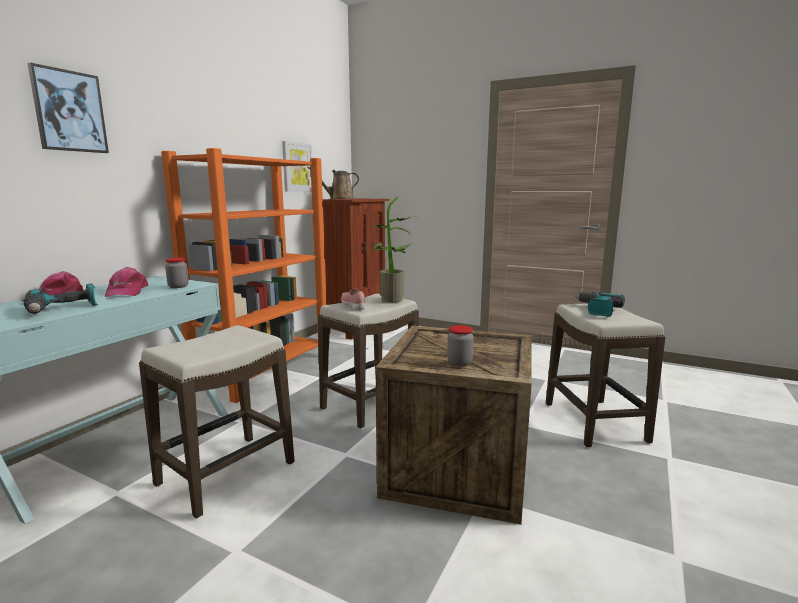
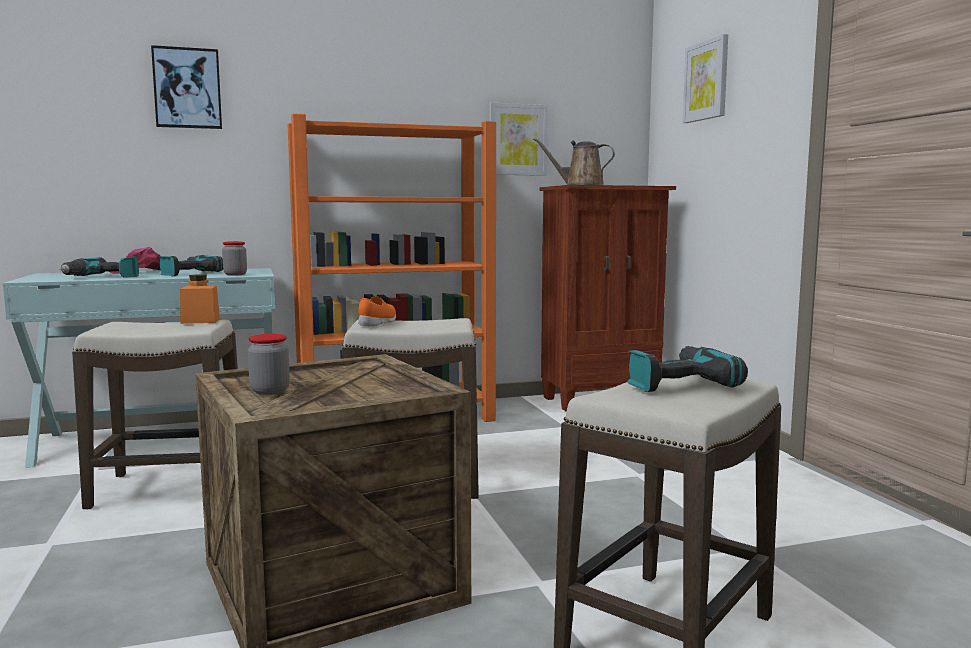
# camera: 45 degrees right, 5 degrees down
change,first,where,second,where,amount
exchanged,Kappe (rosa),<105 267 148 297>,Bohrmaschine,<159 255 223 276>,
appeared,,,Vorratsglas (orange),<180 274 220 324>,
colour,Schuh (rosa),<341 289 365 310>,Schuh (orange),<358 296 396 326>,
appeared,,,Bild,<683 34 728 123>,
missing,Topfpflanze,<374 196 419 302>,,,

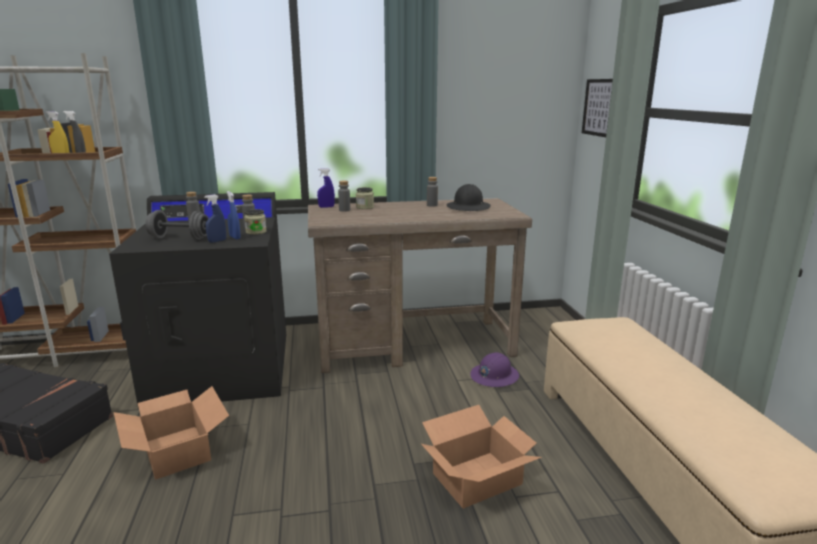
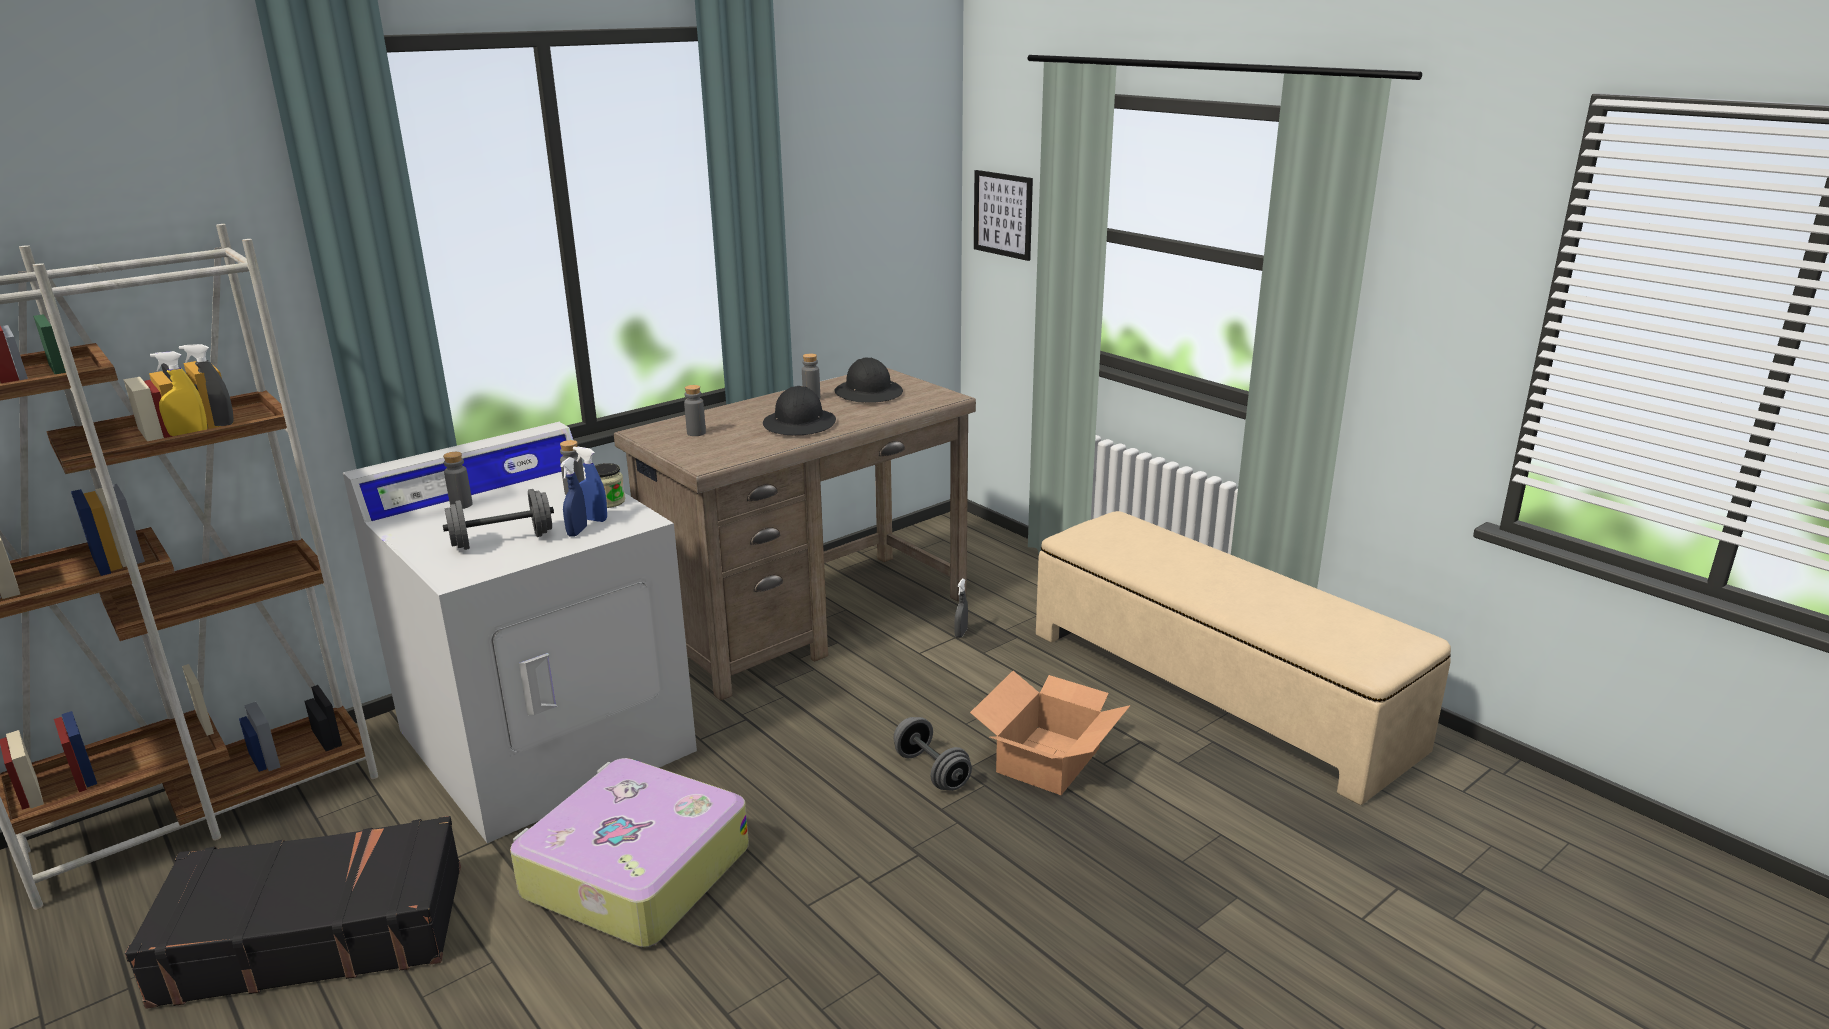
# camera: 30 degrees left, 5 degrees up
change,first,where,second,where,amount
colour,Waschmaschine (schwarz),<109 192 286 409>,Waschmaschine (weiß),<343 422 697 843>,
exchanged,Karton,<113 386 229 480>,Koffer,<510 758 749 947>,
appeared,,,Schutzhelm (schwarz),<763 386 836 435>,
appeared,,,Hantel (grau),<894 717 972 791>,
exchanged,Schutzhelm (lila),<471 352 519 387>,Sprühflasche (grau),<954 579 968 638>,
missing,Sprühflasche (blau),<317 168 335 208>,,,
missing,Vorratsglas,<356 187 374 209>,,,

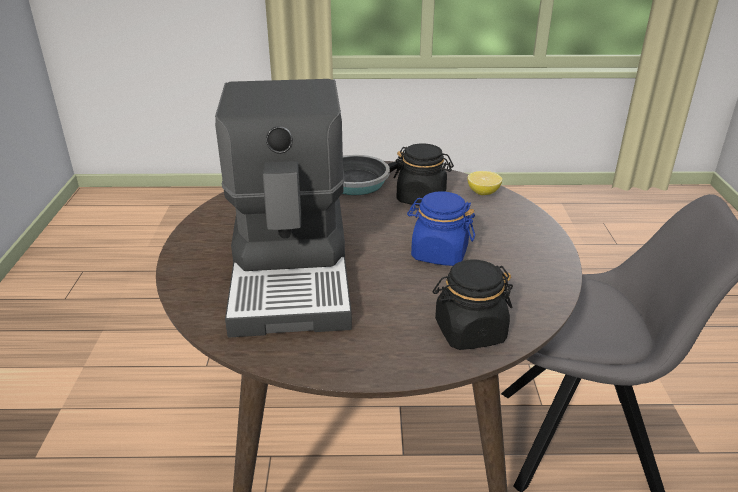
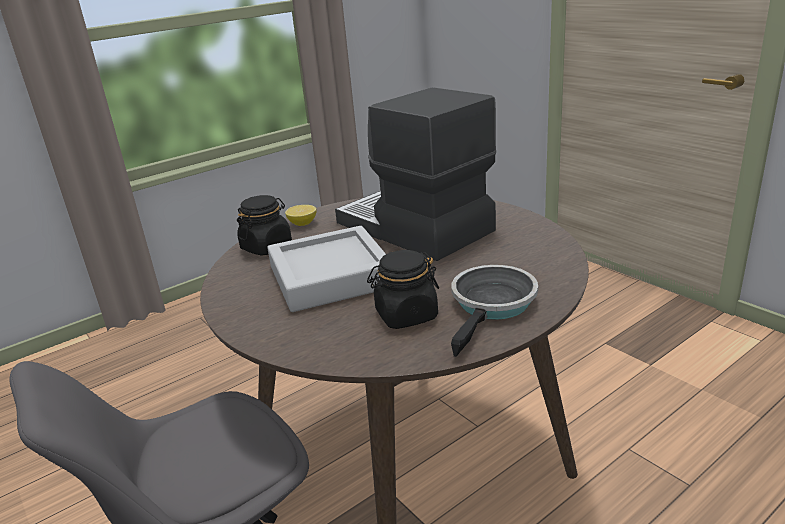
# camera: 145 degrees right, 5 degrees down
change,first,where,second,where,amount
exchanged,Vorratsglas (blau),<407 191 475 266>,Tablett (grau),<267 226 386 312>,
relocated,Zitrone,<468 171 502 195>,,<285 205 317 226>,

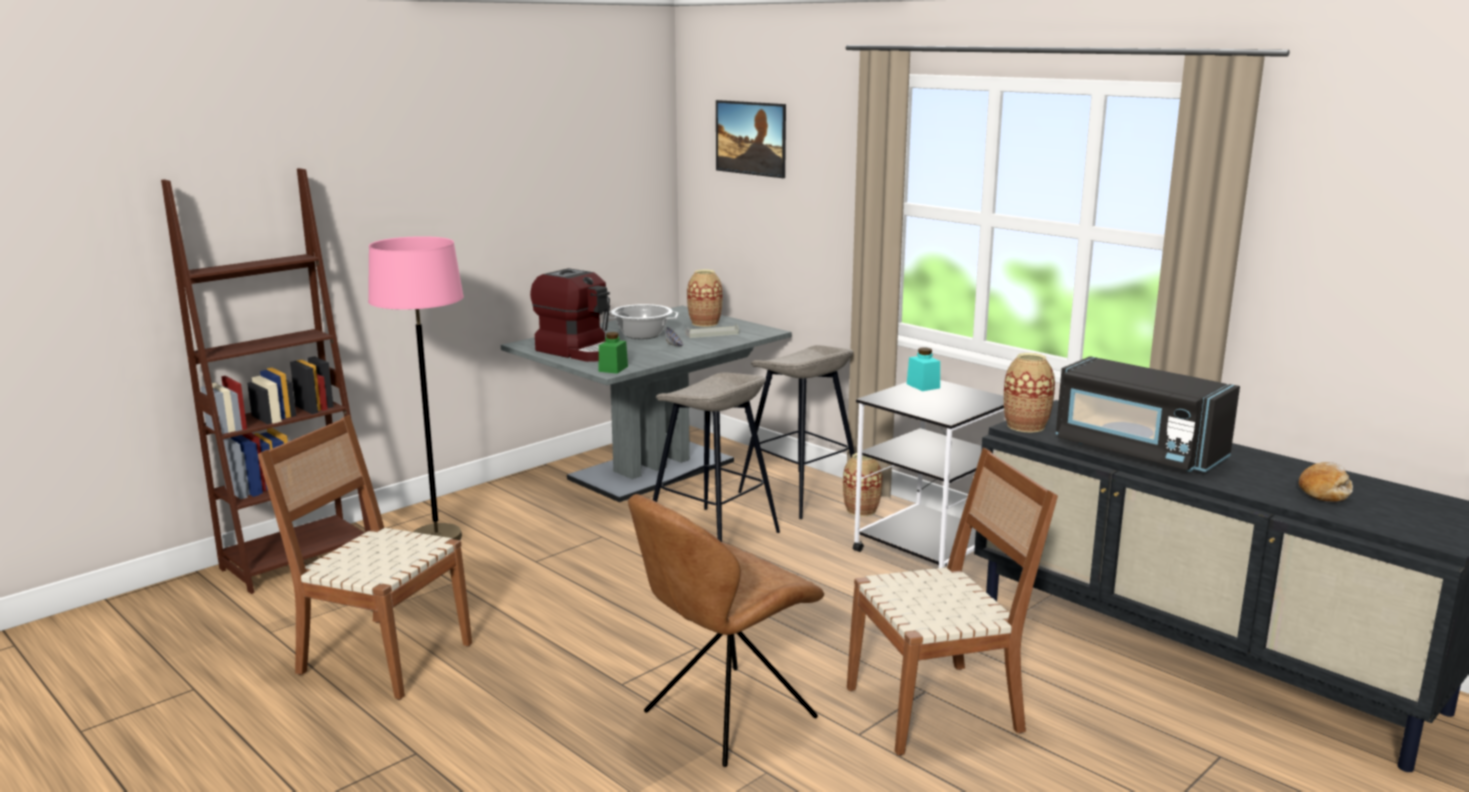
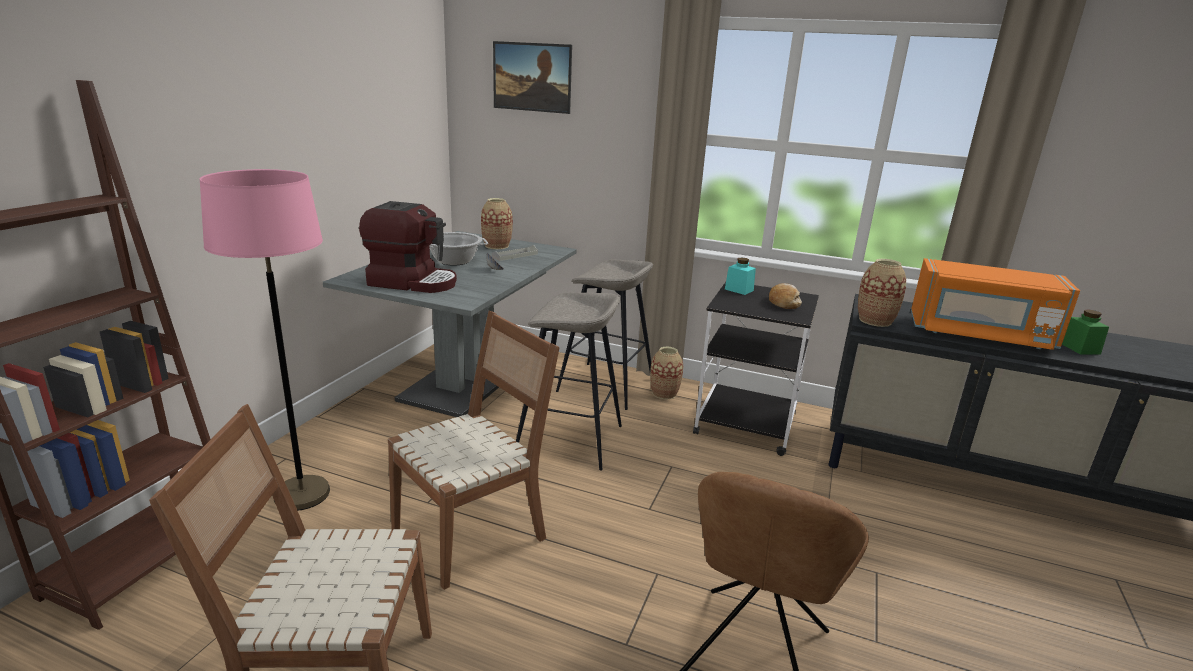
# camera: 25 degrees left, 5 degrees up
change,first,where,second,where,amount
relocated,Stuhl,<847 447 1058 756>,,<388 311 559 590>,
relocated,Brot,<1299 462 1353 502>,,<769 283 802 309>,
colour,Mikrowelle (schwarz),<1056 356 1240 472>,Mikrowelle (orange),<911 258 1080 350>,
relocated,Vorratsglas (grün),<599 332 628 374>,,<1062 309 1109 355>,

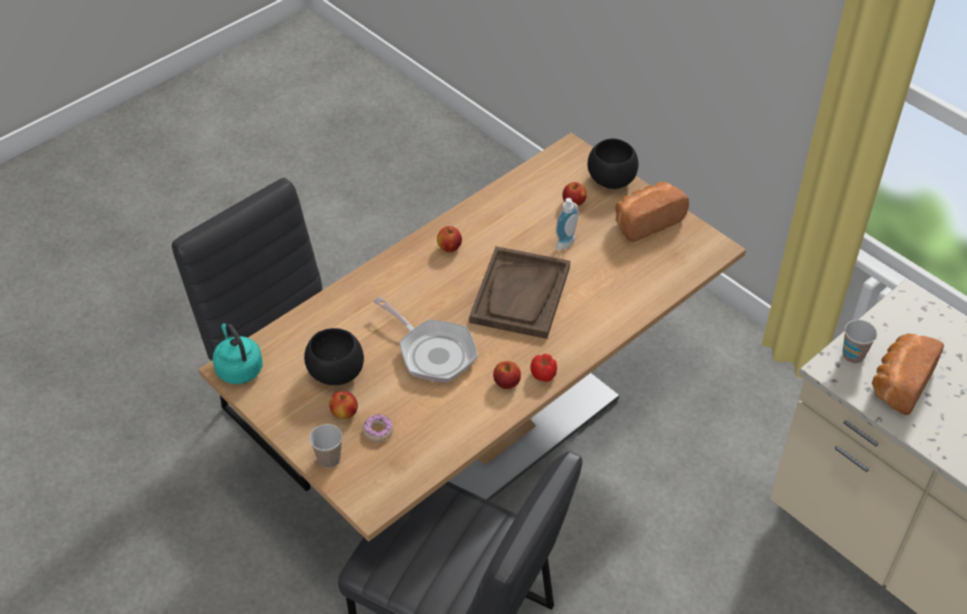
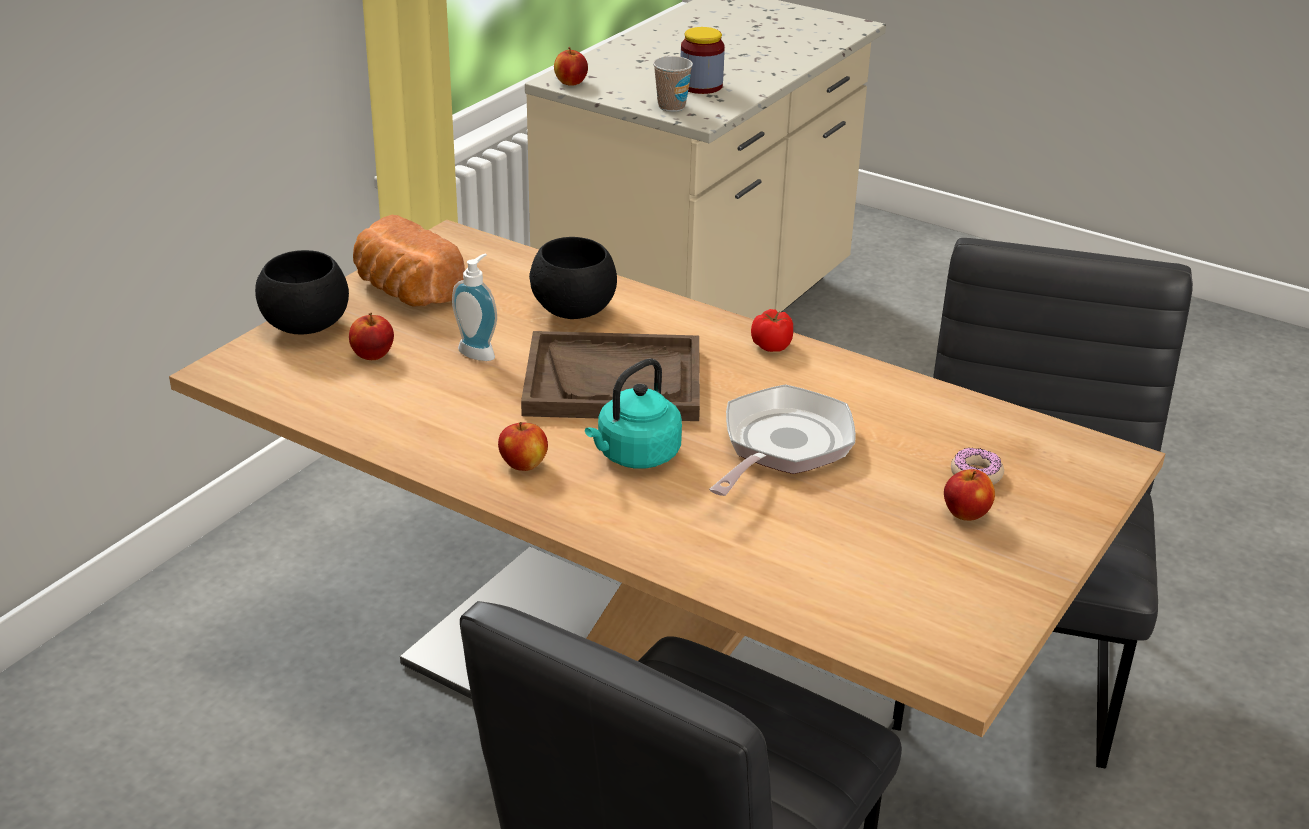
# camera: 105 degrees left, 15 degrees down
change,first,where,second,where,amount
relocated,Schüssel (schwarz),<304 328 364 385>,,<529 237 617 319>,
relocated,Apfel,<493 361 521 389>,,<554 47 588 86>,
relocated,Wasserkessel (türkis),<213 323 263 384>,,<585 358 682 469>,
exchanged,Brot,<872 333 944 415>,Vorratsglas,<681 27 725 94>,
missing,Tasse,<309 424 342 468>,,,

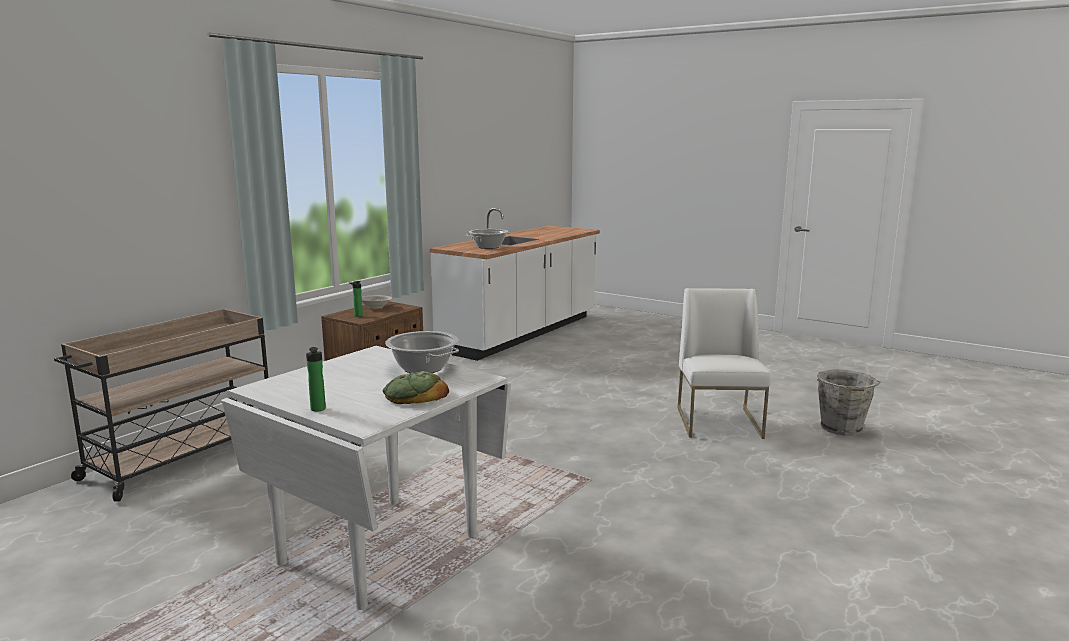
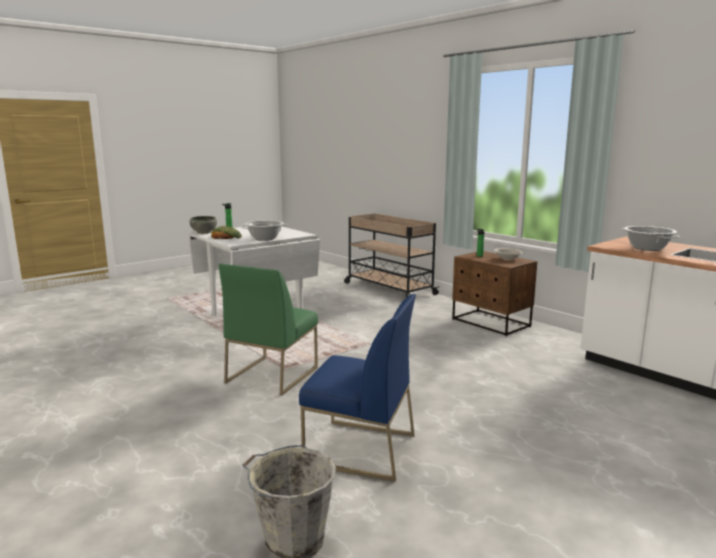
# camera: 105 degrees right, 0 degrees up
change,first,where,second,where,amount
appeared,,,Schüssel (grau),<190 216 217 234>,
appeared,,,Stuhl (grün),<219 264 318 396>,
colour,Stuhl (weiß),<678 288 772 439>,Stuhl (blau),<299 294 416 482>,

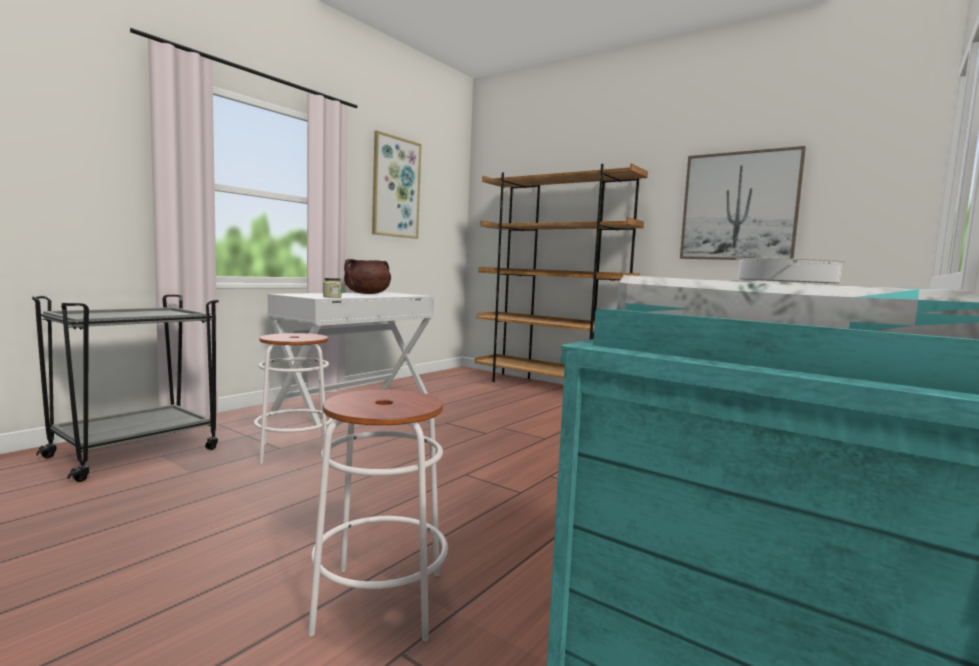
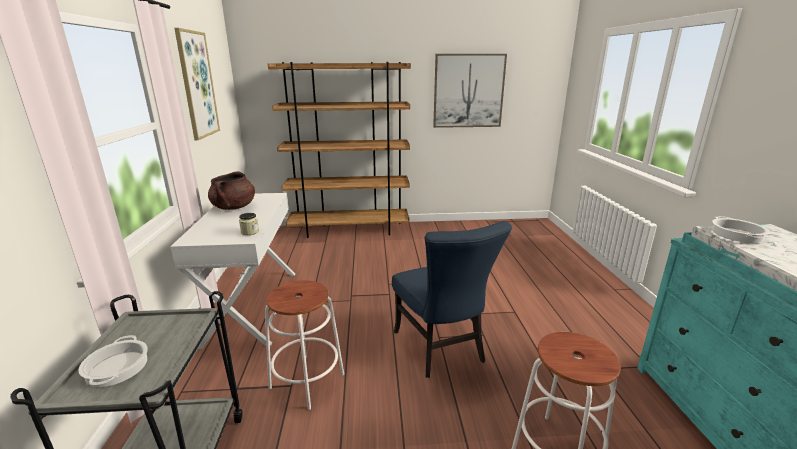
# camera: 40 degrees left, 15 degrees up
change,first,where,second,where,amount
appeared,,,Kochtopf,<78 335 148 387>,
appeared,,,Stuhl (blau),<392 221 512 378>,

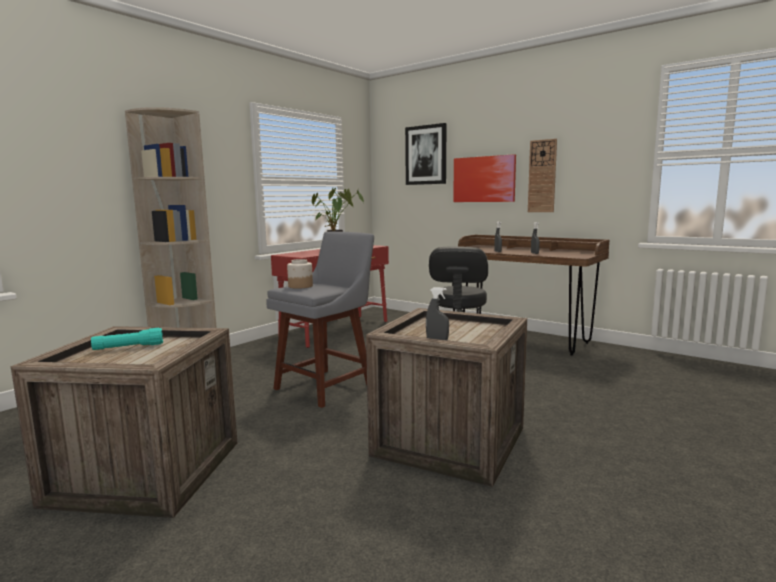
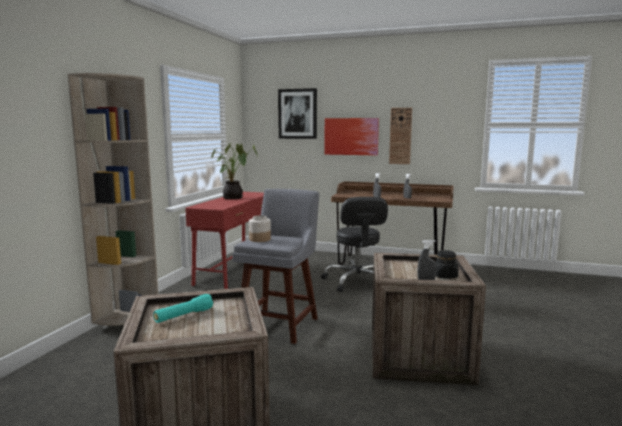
# camera: 20 degrees left, 0 degrees up
change,first,where,second,where,amount
appeared,,,Vorratsglas (schwarz),<435 250 459 279>,

